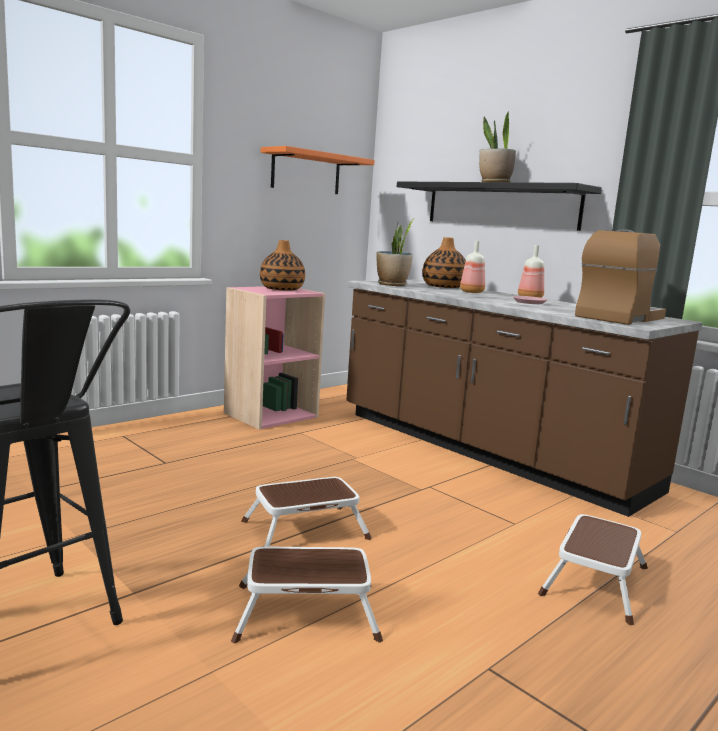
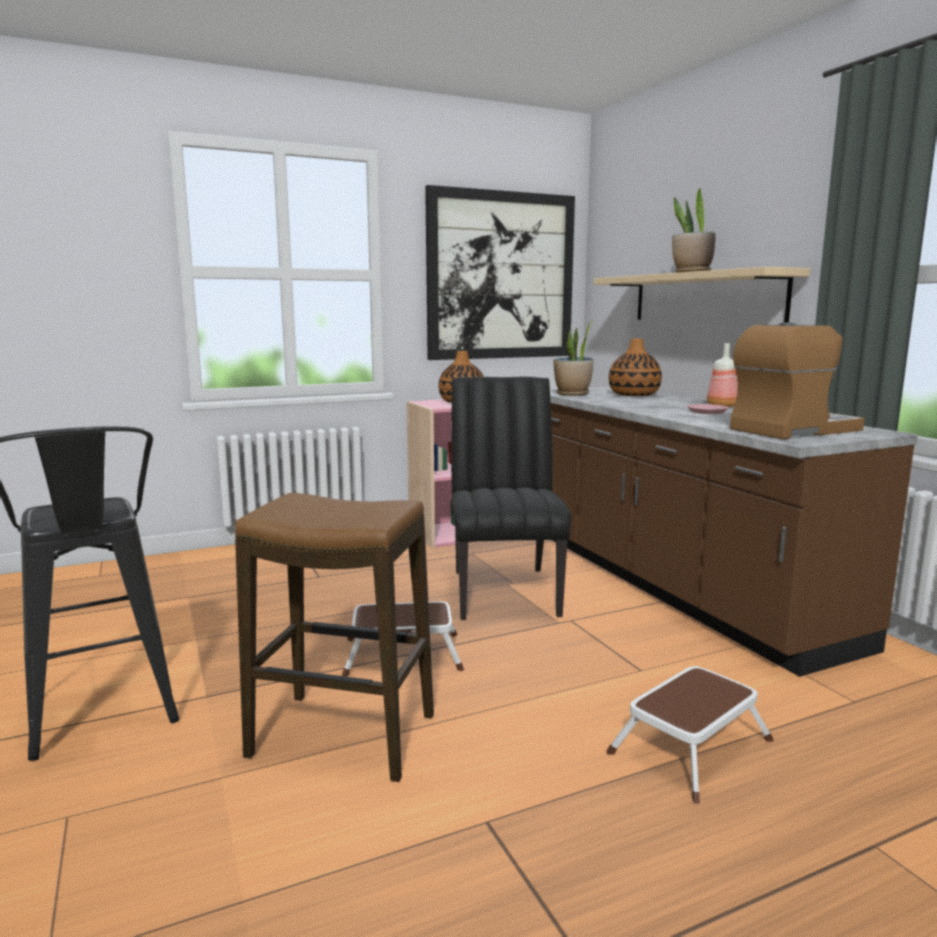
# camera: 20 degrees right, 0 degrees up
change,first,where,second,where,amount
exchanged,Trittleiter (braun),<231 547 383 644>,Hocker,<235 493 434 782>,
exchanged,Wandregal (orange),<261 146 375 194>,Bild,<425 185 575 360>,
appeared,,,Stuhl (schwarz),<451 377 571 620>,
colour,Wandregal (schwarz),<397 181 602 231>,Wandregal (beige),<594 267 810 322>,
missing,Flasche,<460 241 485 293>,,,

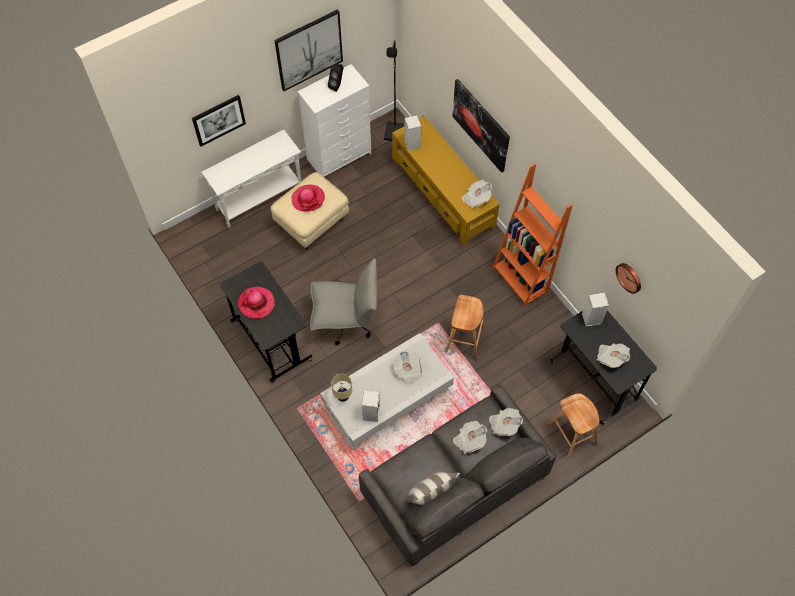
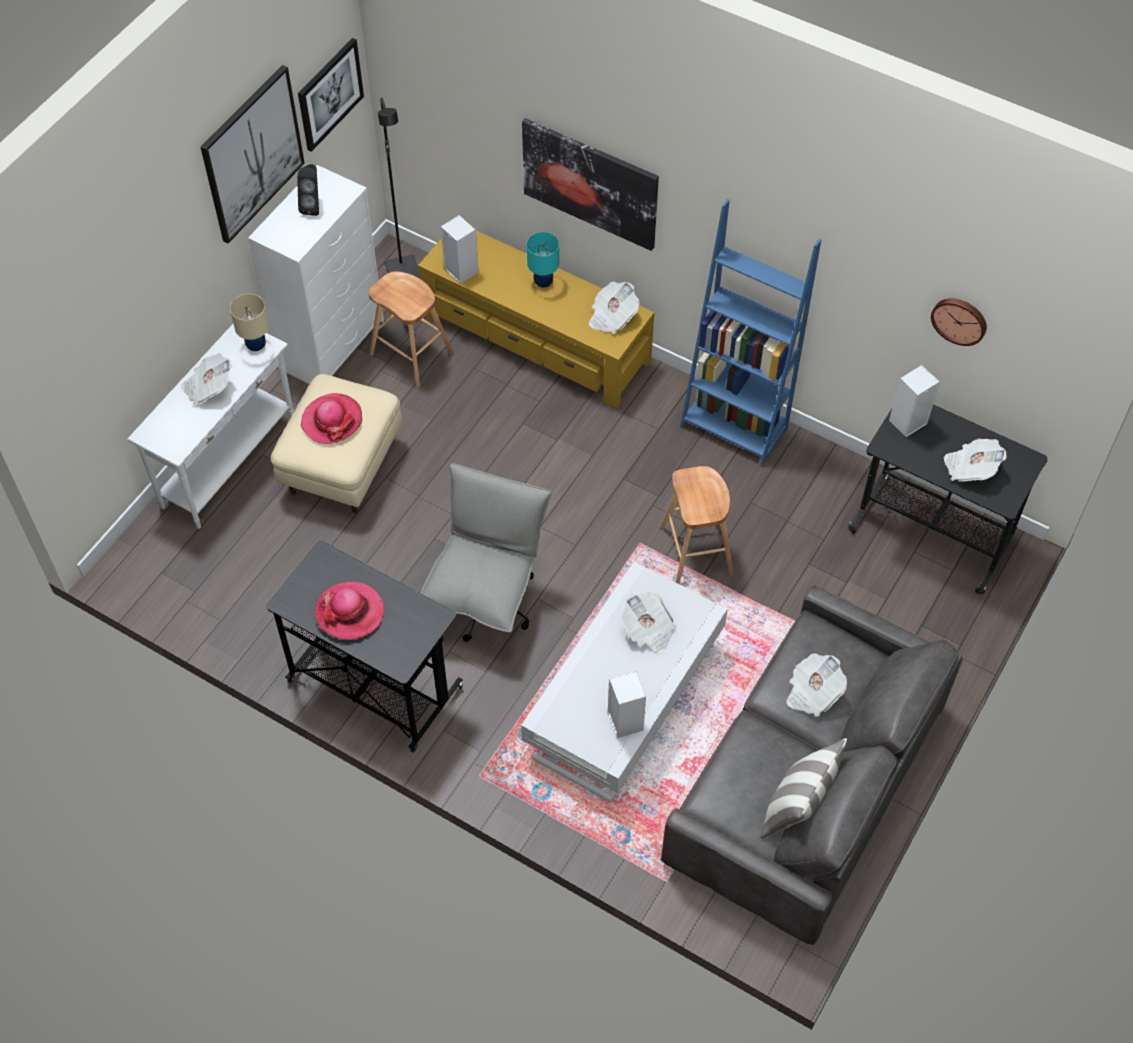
# camera: 25 degrees left, 5 degrees down
change,first,where,second,where,amount
relocated,Zeitung,<489 408 523 436>,,<181 353 232 405>,
relocated,Tischlampe (beige),<331 374 352 402>,,<230 294 269 351>,
relocated,Bild,<192 95 246 147>,,<298 38 364 152>,
relocated,Hocker (braun),<547 393 599 459>,,<368 271 454 387>,
spun,Bürostuhl (grau),<310 258 378 345>,,<420 463 552 642>,45 degrees counterclockwise
appeared,,,Tischlampe (türkis),<527 232 559 287>,
colour,Bücherregal (orange),<492 164 573 308>,Bücherregal (blau),<680 199 821 466>,

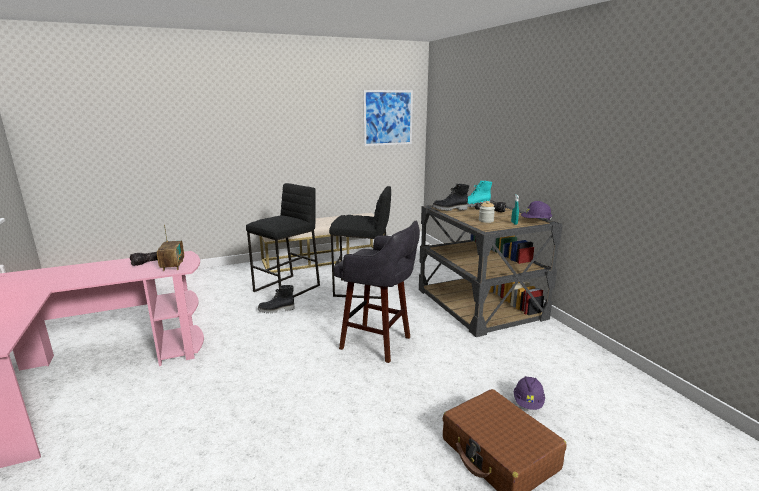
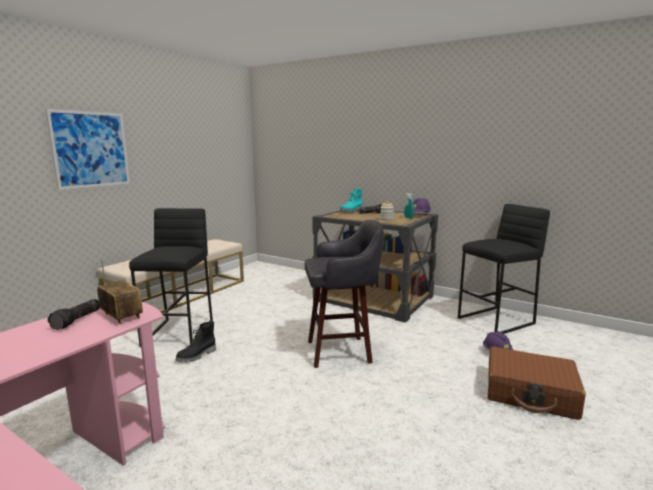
# camera: 35 degrees left, 5 degrees down
change,first,where,second,where,amount
relocated,Bild,<363 90 413 146>,,<46 109 130 190>,
relocated,Hocker (schwarz),<329 186 391 299>,,<458 204 550 334>,
missing,Stiefel (schwarz),<432 184 469 211>,,,

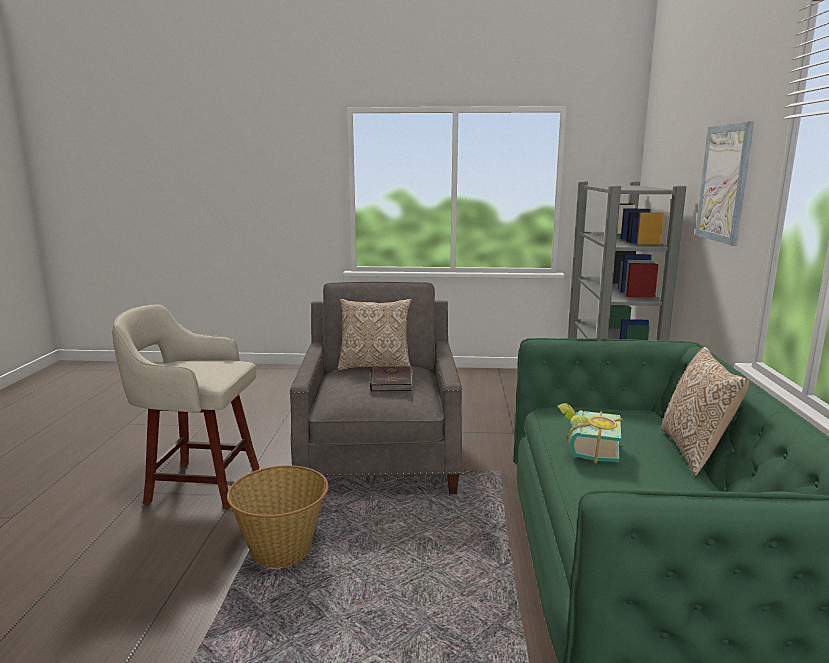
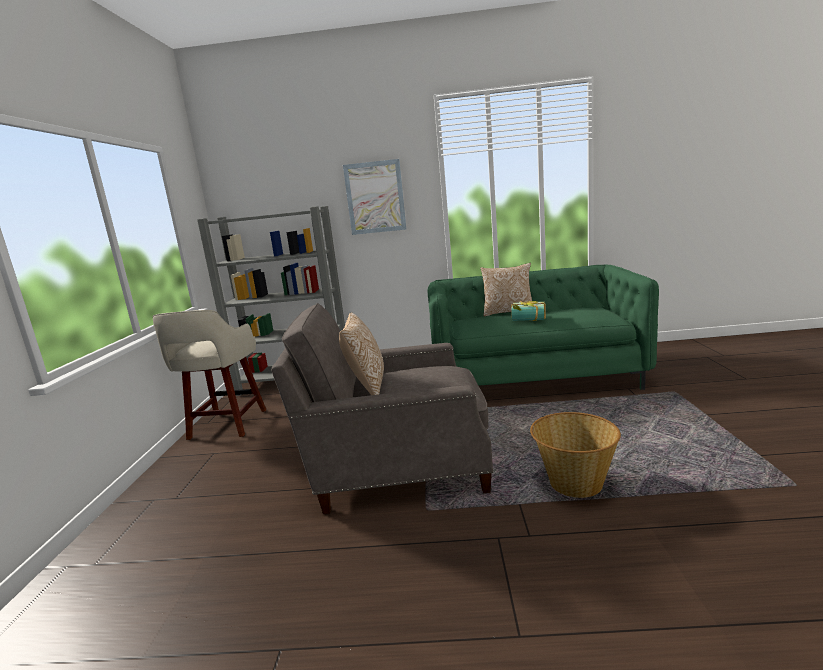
# camera: 90 degrees left, 0 degrees up
change,first,where,second,where,amount
relocated,Hocker (beige),<112 305 259 509>,,<153 310 267 440>,
missing,Buch (braun),<370 366 413 391>,,,

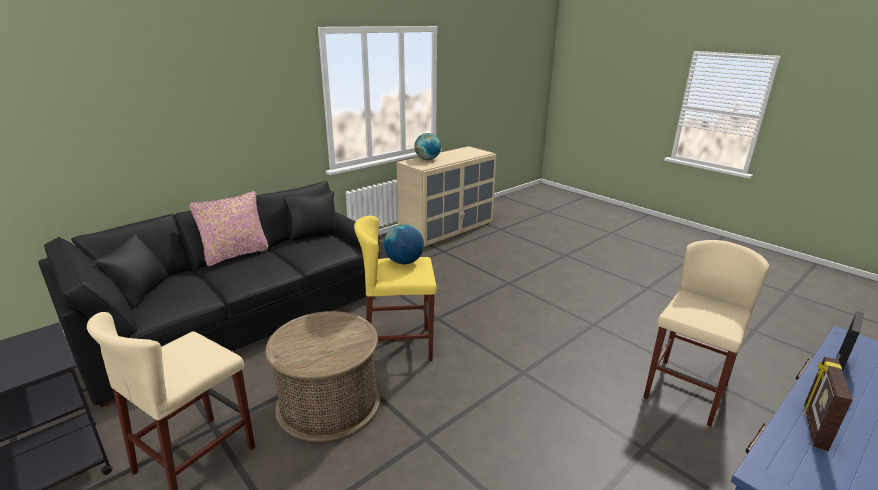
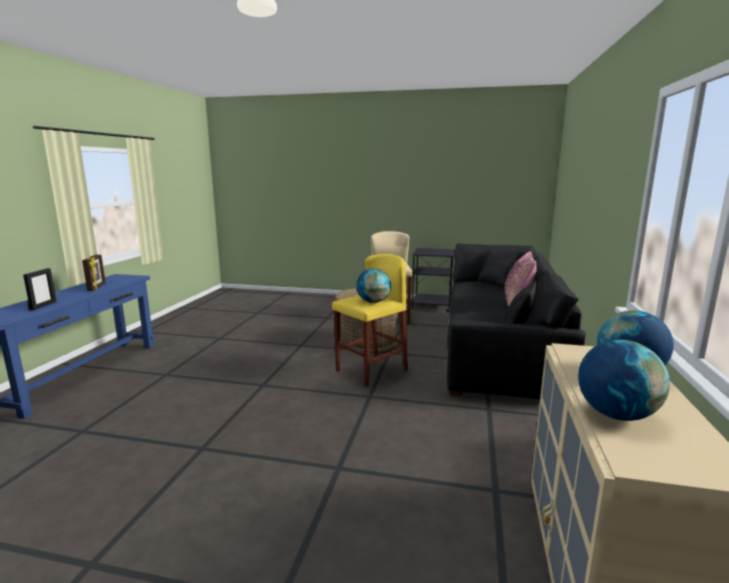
# camera: 145 degrees right, 10 degrees down
change,first,where,second,where,amount
appeared,,,Globus,<578 340 670 421>,
missing,Hocker (beige),<644 240 769 426>,,,

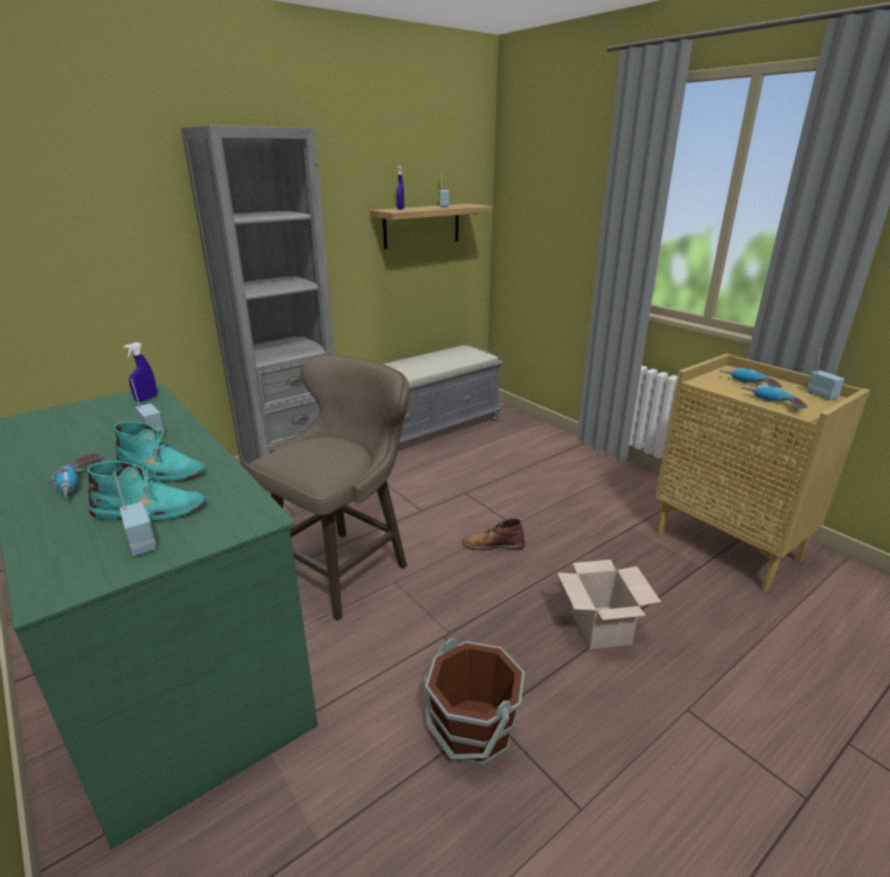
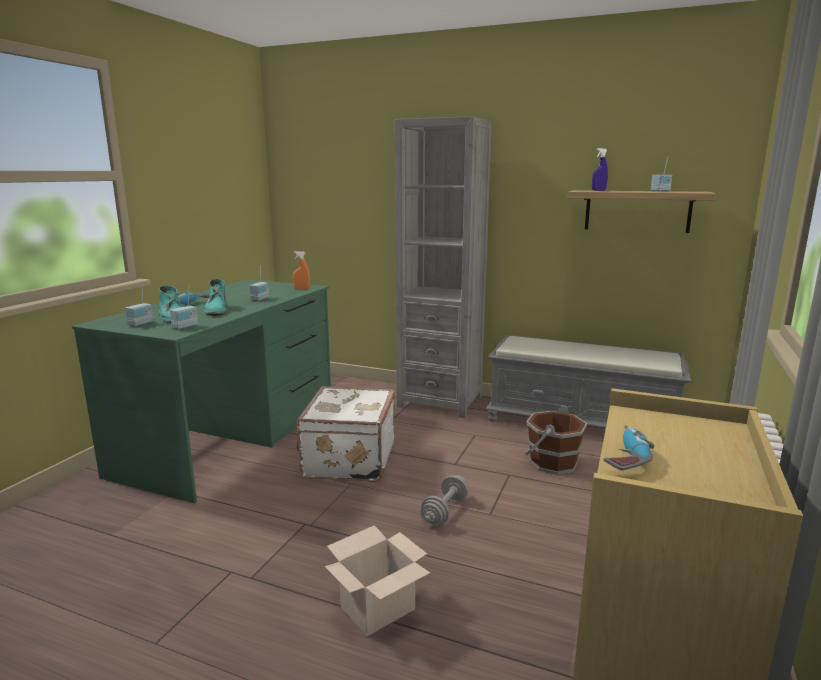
# camera: 60 degrees right, 10 degrees down
change,first,where,second,where,amount
relocated,Radio,<806 348 844 400>,,<170 285 198 329>,
colour,Sprühflasche (blau),<123 342 157 402>,Sprühflasche (orange),<293 251 310 289>,
exchanged,Hocker (beige),<249 355 409 621>,Koffer (weiß),<296 386 395 482>,
exchanged,Stiefel (braun),<462 518 525 550>,Hantel (grau),<421 475 469 526>,
relocated,Eimer (braun),<424 638 525 767>,,<525 405 587 475>,
missing,Bohrmaschine,<720 368 782 387>,,,

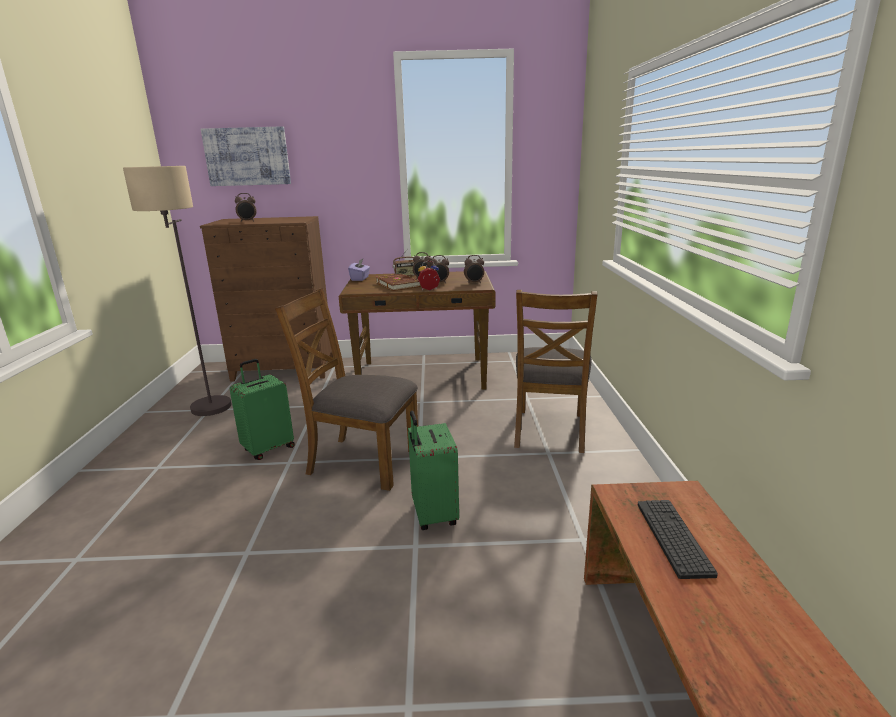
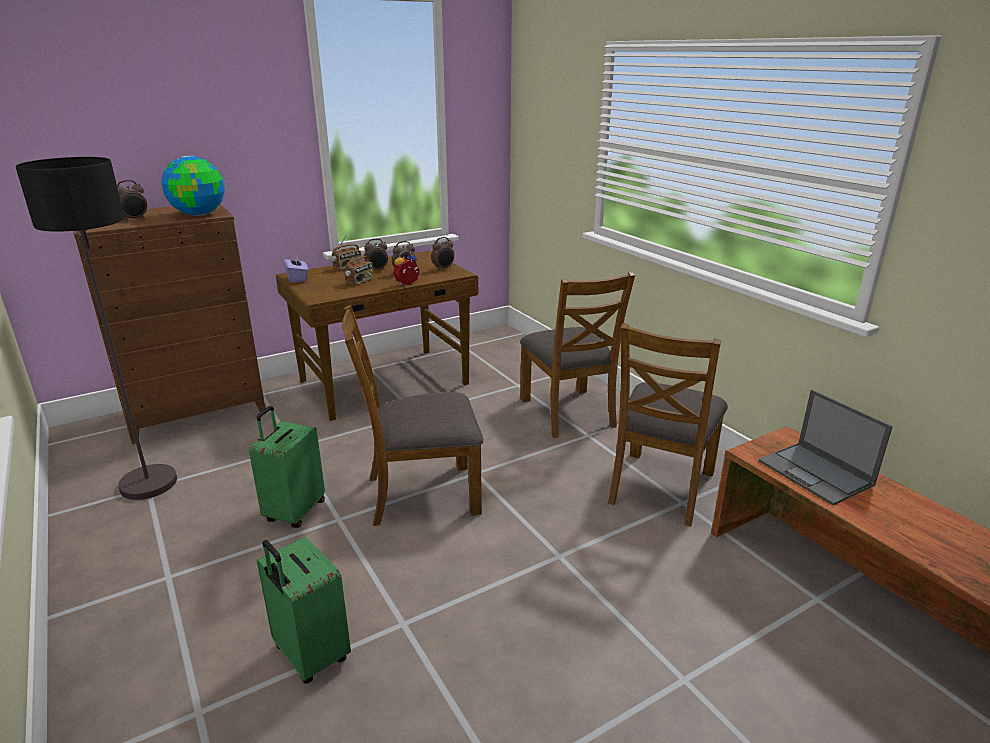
# camera: 30 degrees left, 5 degrees up
change,first,where,second,where,amount
colour,Stehlampe (beige),<123 166 232 416>,Stehlampe (schwarz),<16 157 177 500>,
appeared,,,Globus,<161 156 225 216>,
relocated,Koffer (grün),<408 411 459 530>,,<257 537 351 684>,
exchanged,Buch (braun),<375 274 421 291>,Radio,<344 248 374 285>,
appeared,,,Stuhl (braun),<608 323 728 527>,
exchanged,Tastatur,<638 500 718 579>,Laptop,<759 390 893 505>,
missing,Bild,<201 126 291 186>,,,

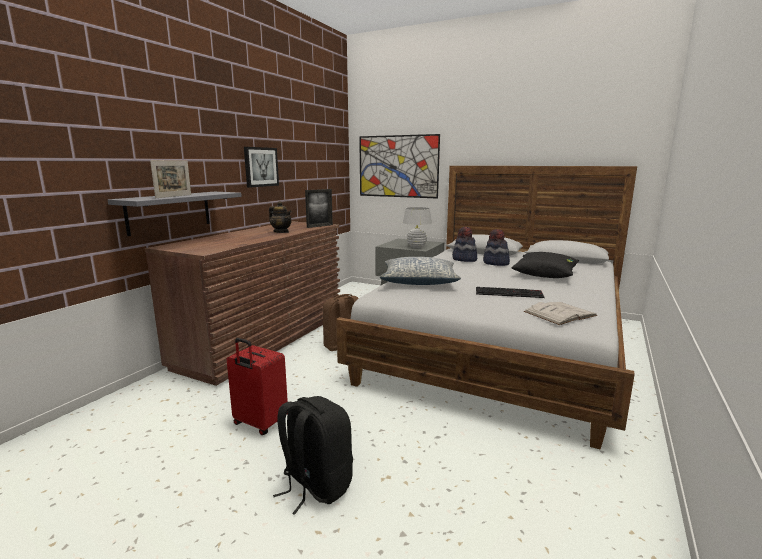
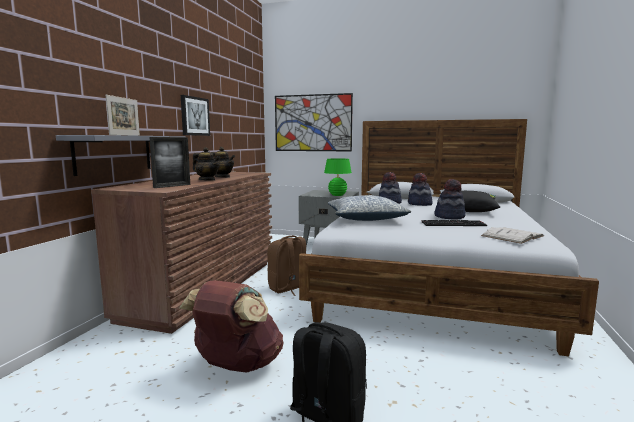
# camera: 10 degrees left, 5 degrees down
change,first,where,second,where,amount
relocated,Bilderrahmen,<305 189 333 228>,,<149 137 190 188>,
exchanged,Koffer (rot),<226 338 288 435>,Rucksack (braun),<179 280 284 372>,
appeared,,,Teekanne,<193 147 220 181>,
colour,Tischlampe (weiß),<403 207 432 248>,Tischlampe (grün),<324 158 352 196>,
appeared,,,Hut,<434 179 466 220>,

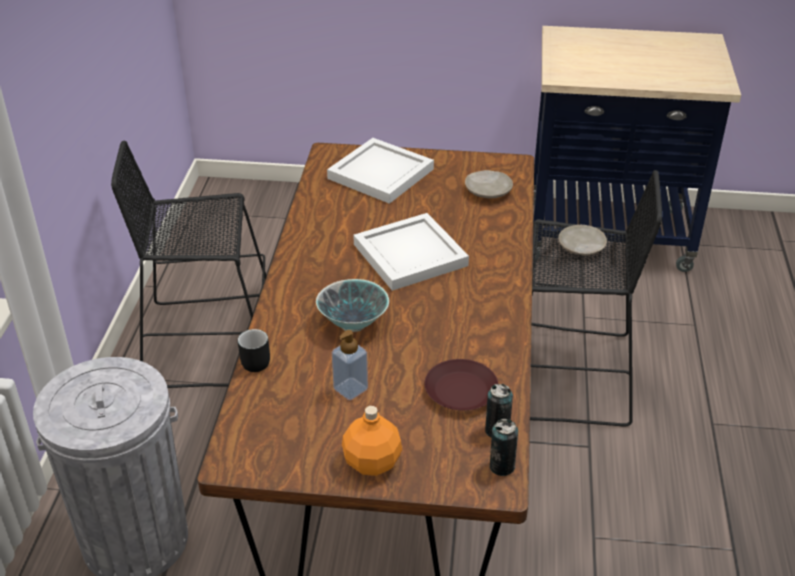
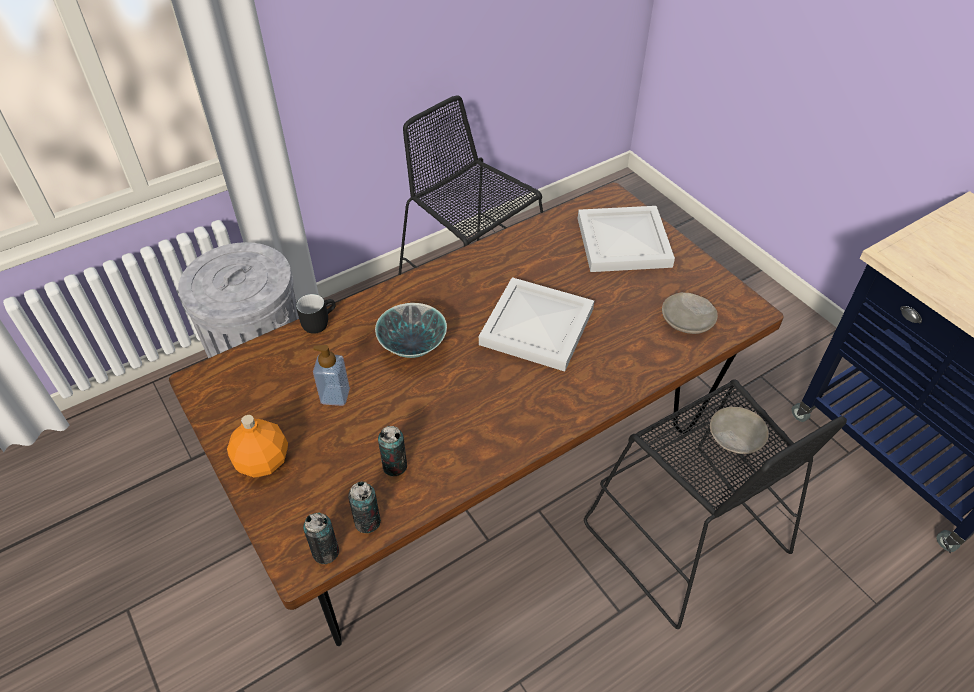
# camera: 50 degrees right, 10 degrees up
change,first,where,second,where,amount
exchanged,Teller (braun),<425 359 498 410>,Dose,<378 426 407 476>,

